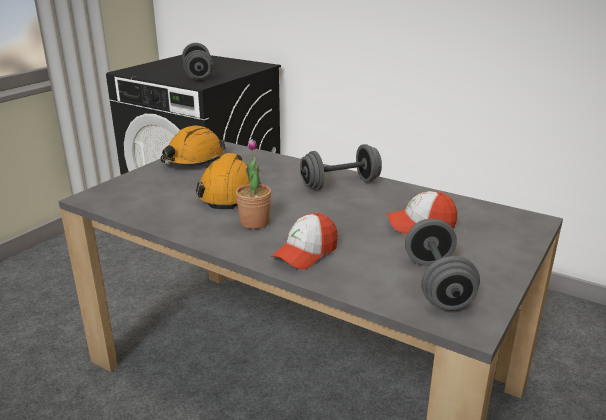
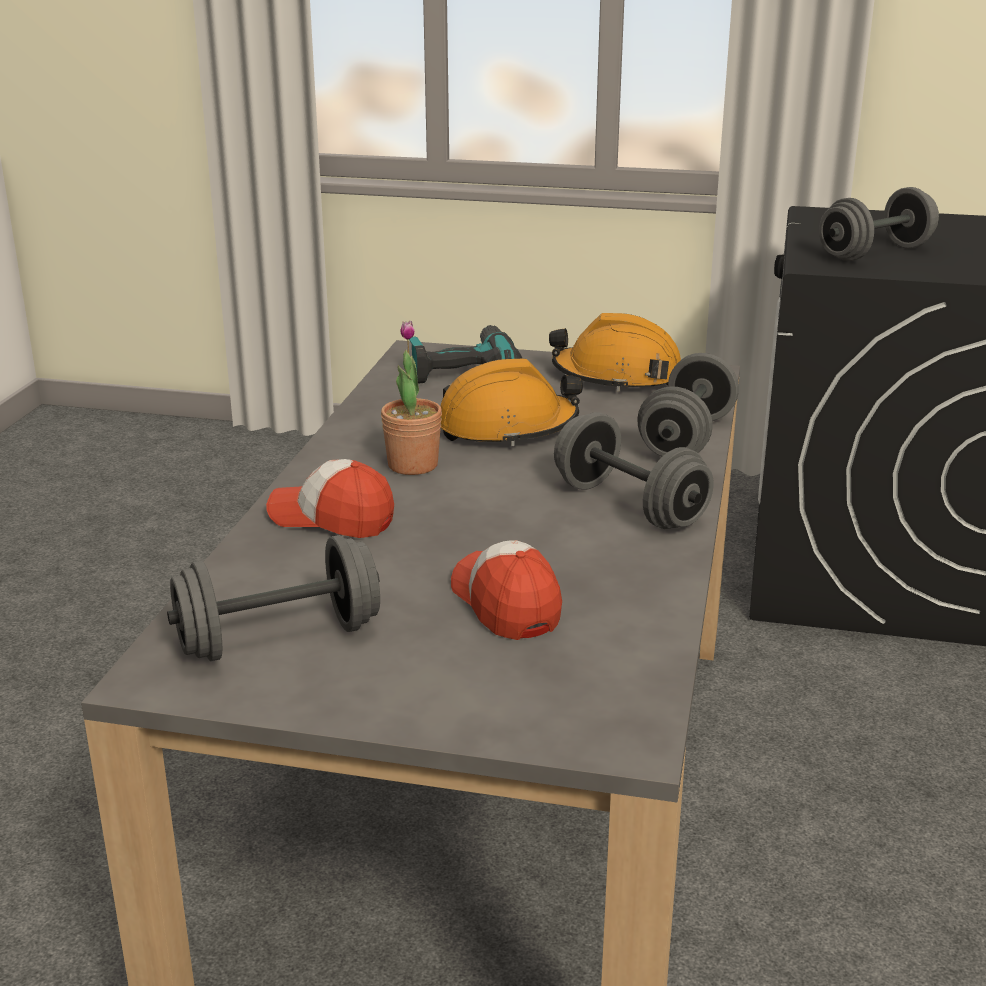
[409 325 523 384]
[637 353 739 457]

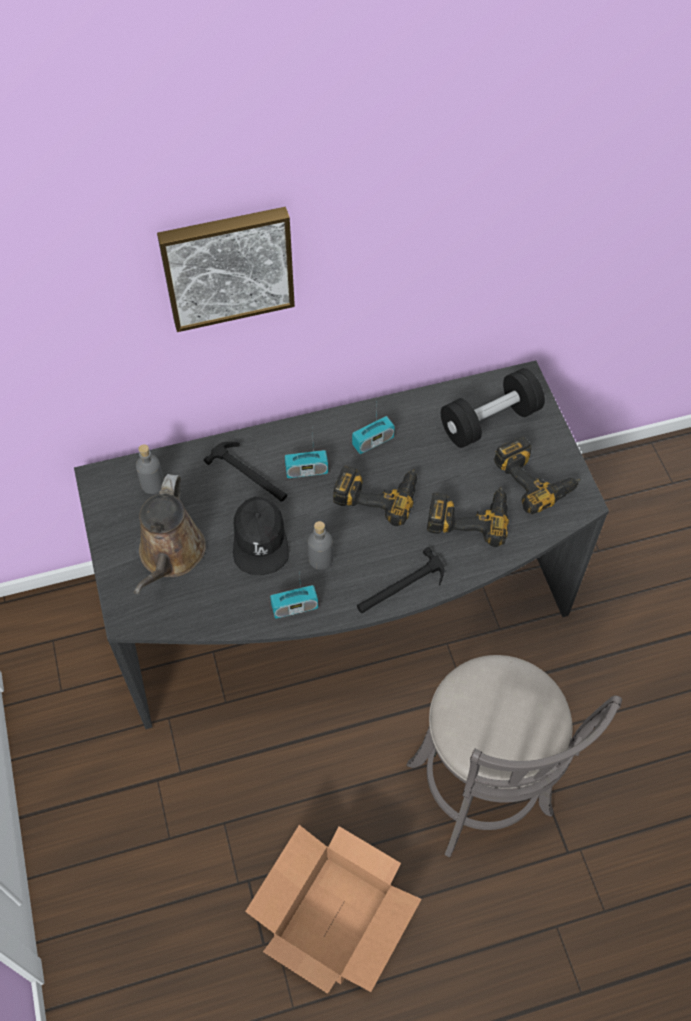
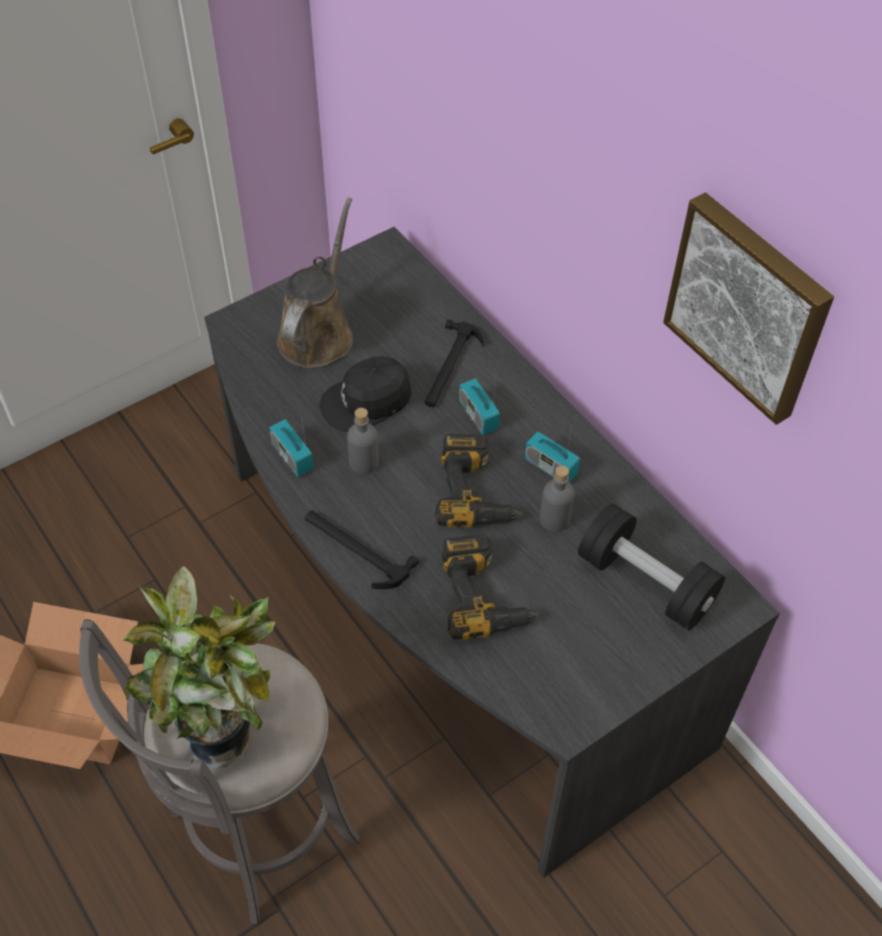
[494 436 581 514] (first image)
[123 566 276 768]
[540 465 575 532]
[663 192 834 425]
[277 198 353 368]

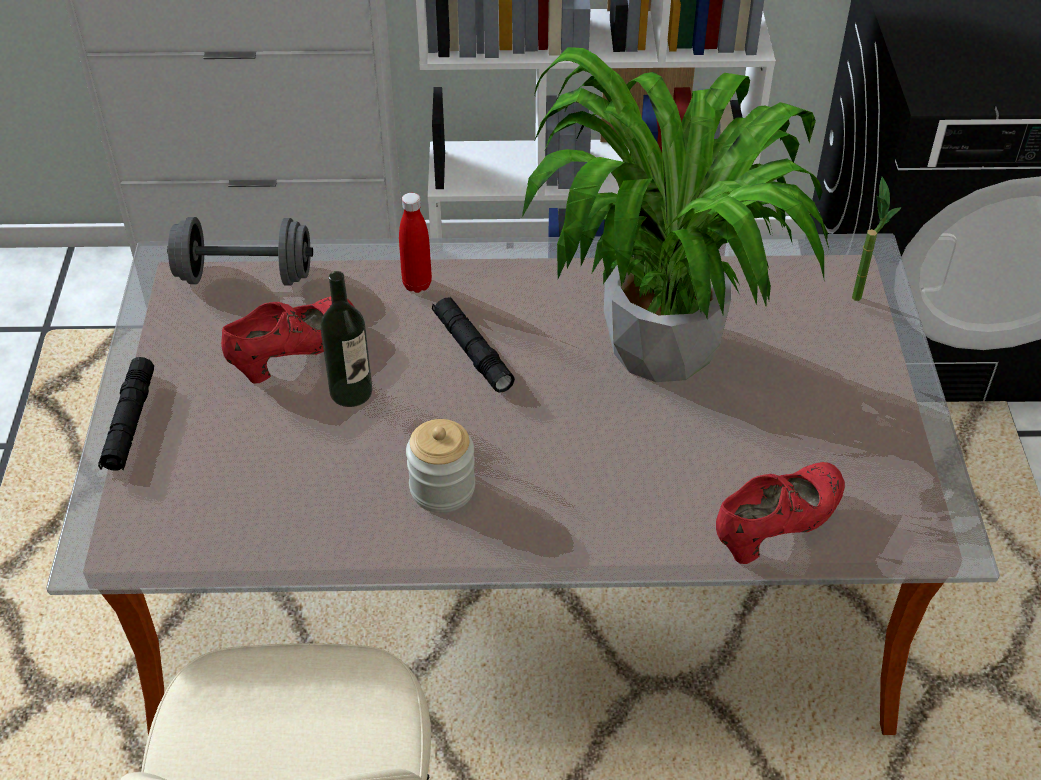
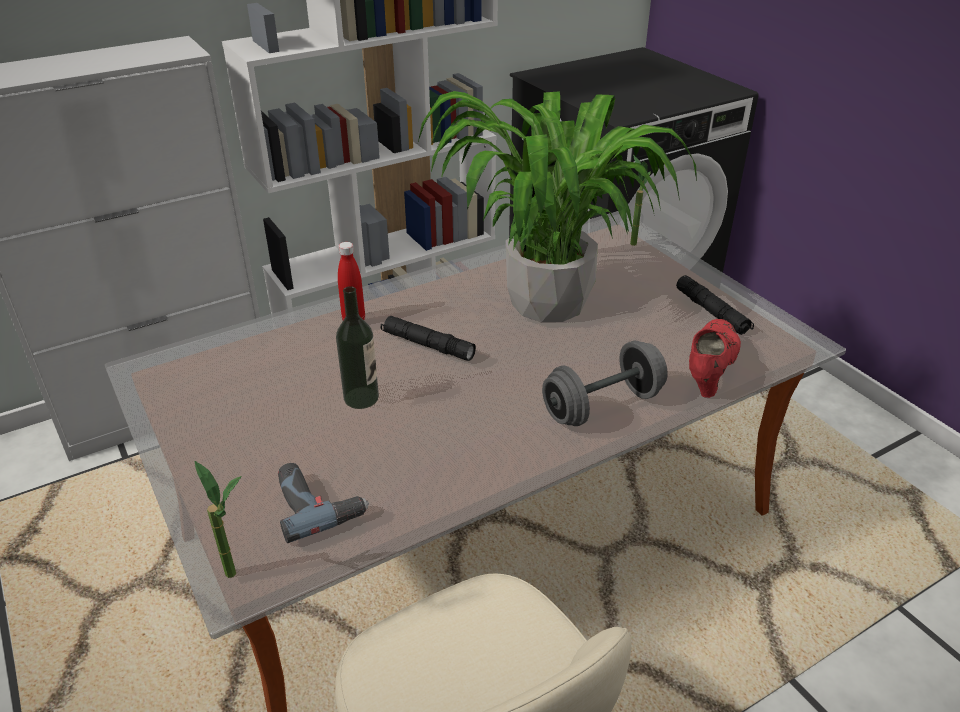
[221 296 354 383] (first image)
[406 419 475 513] (first image)
[194 461 242 578]
[278 463 369 543]
[676 275 754 335]
[542 341 668 426]

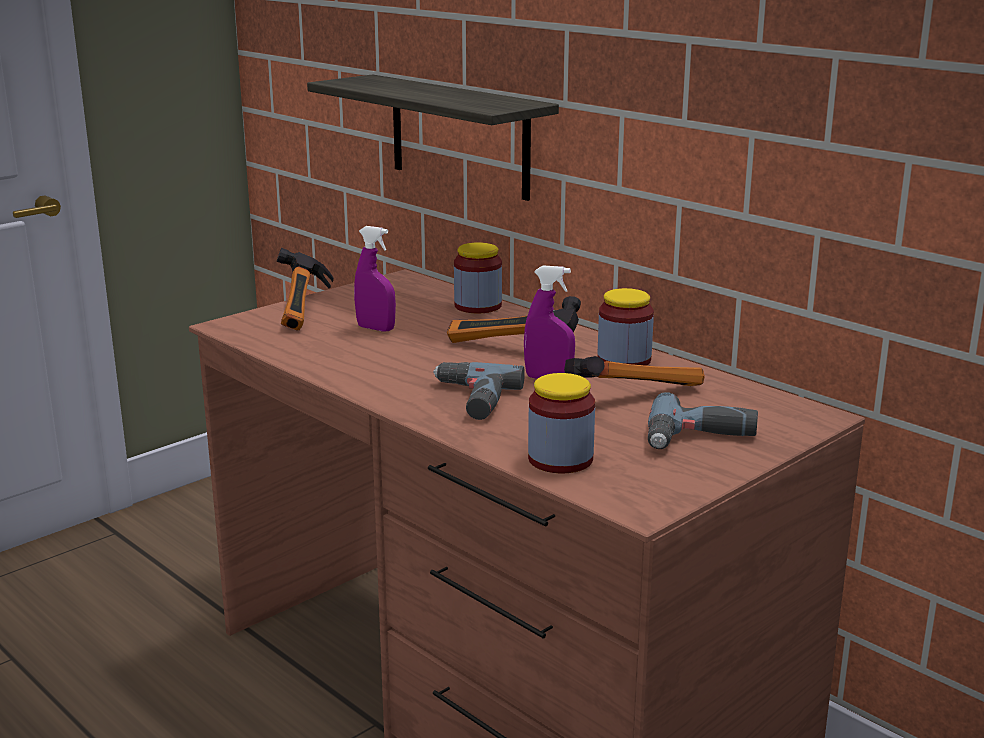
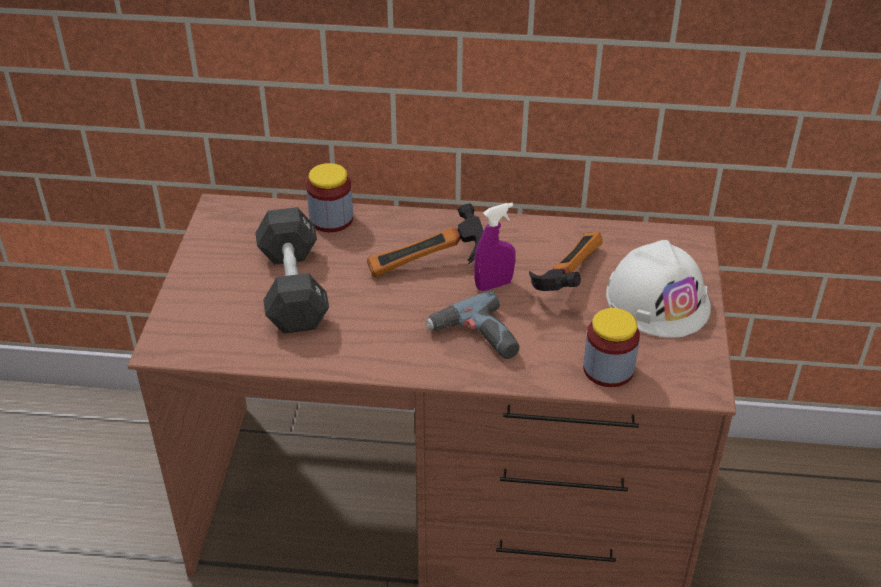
[277 248 334 330] (first image)
[307 74 559 201] (first image)
[598 288 654 366] (first image)
[256 207 329 334]
[606 240 711 338]

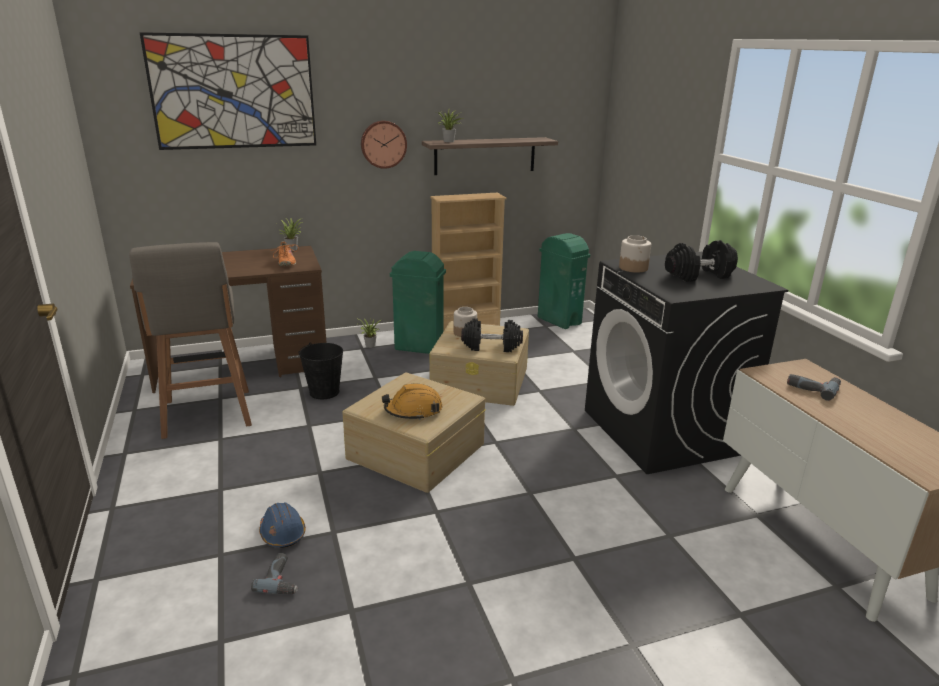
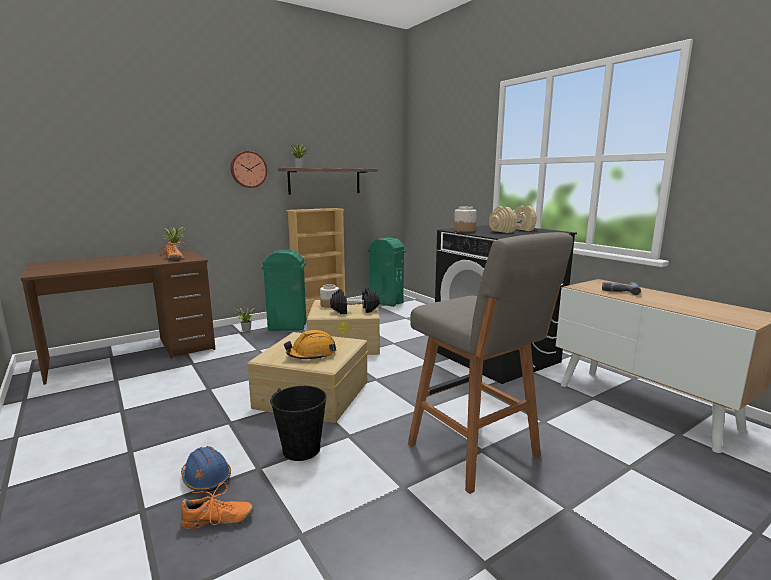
[140 32 316 150] (first image)
[408 232 573 494]
[270 386 327 461]
[180 482 254 529]
[489 205 537 233]

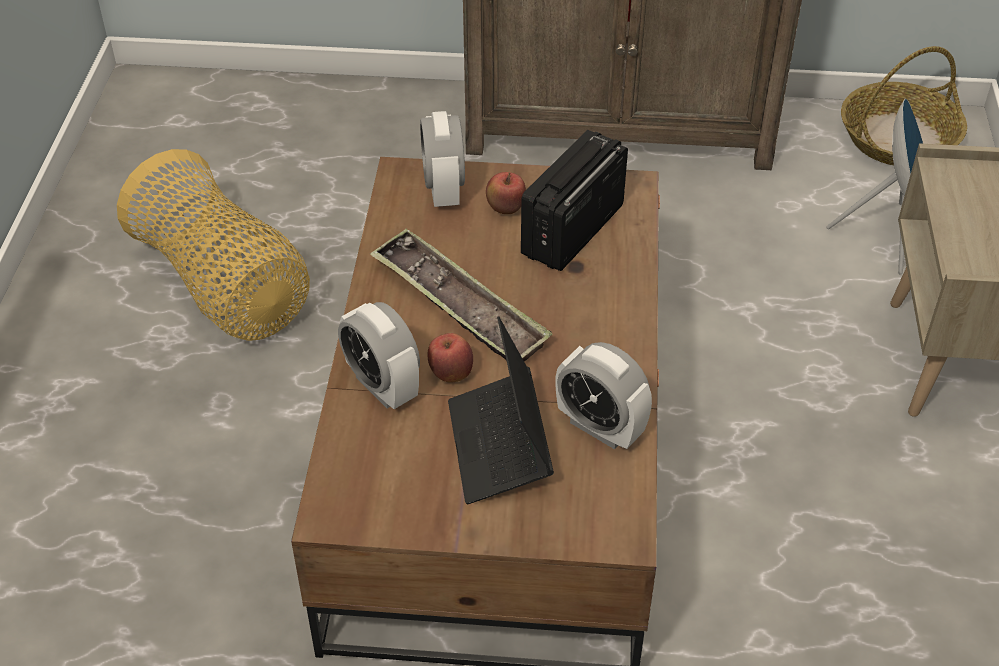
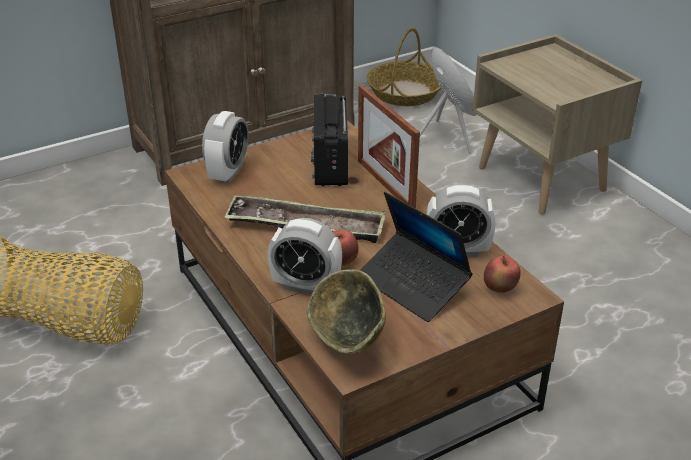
[307 269 386 354]
[358 85 420 208]
[484 256 521 293]
[202 111 249 183]

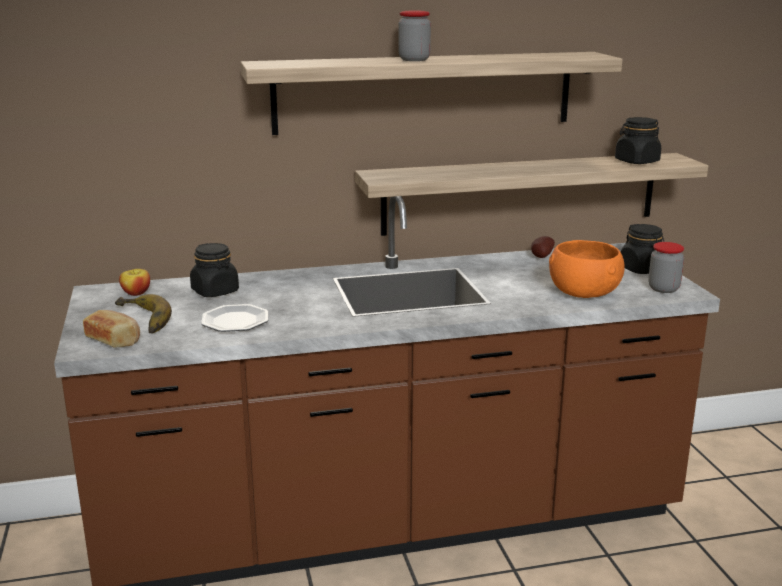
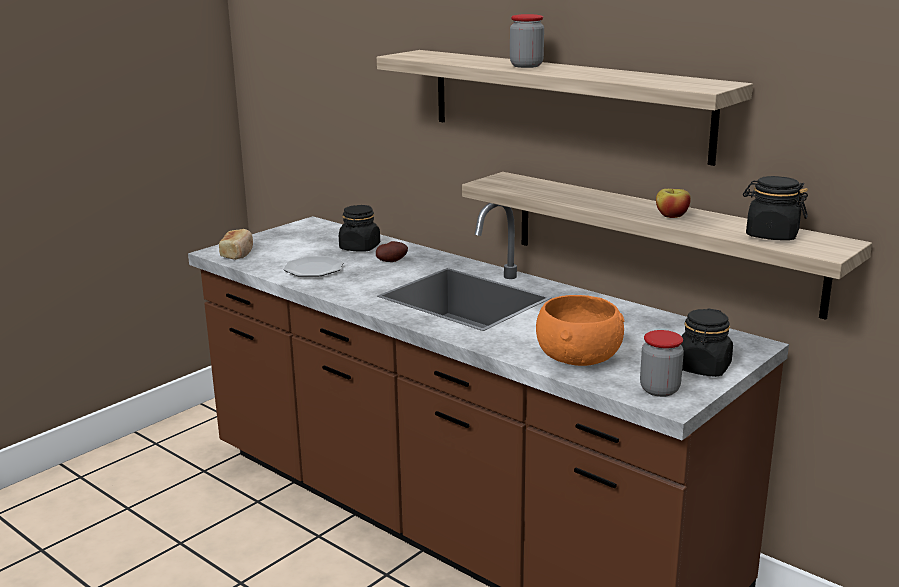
[115 294 172 333] (first image)
[656 189 691 218]
[376 241 408 262]

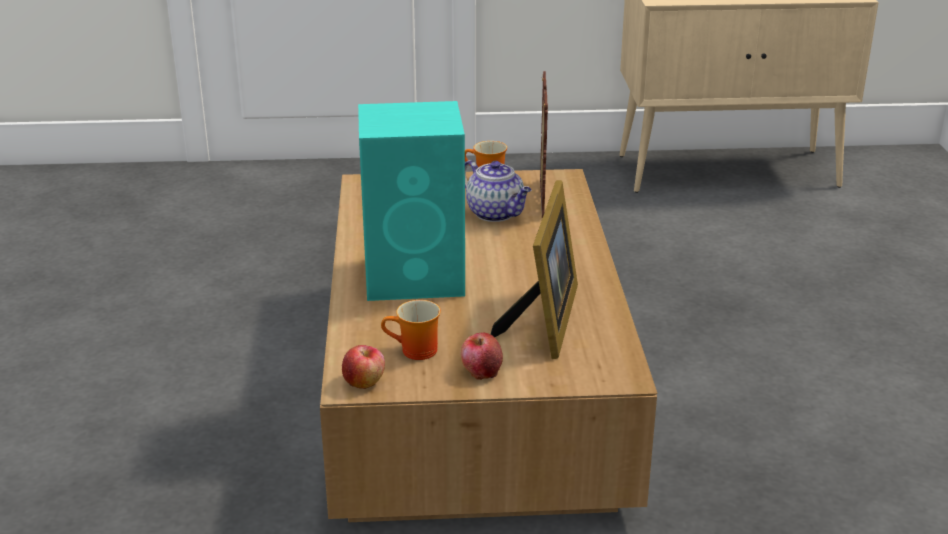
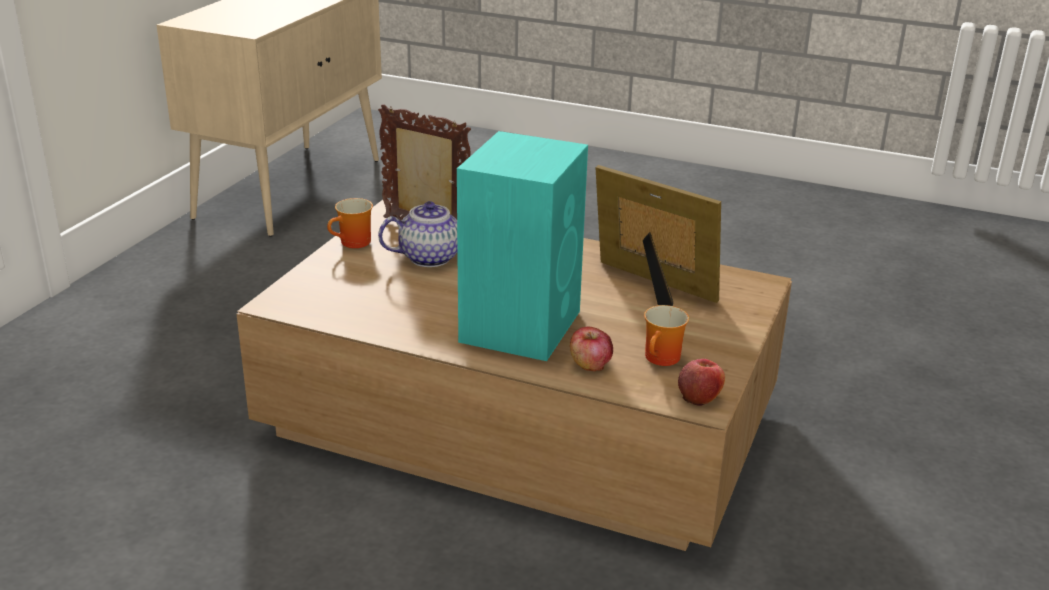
[570 327 613 371]

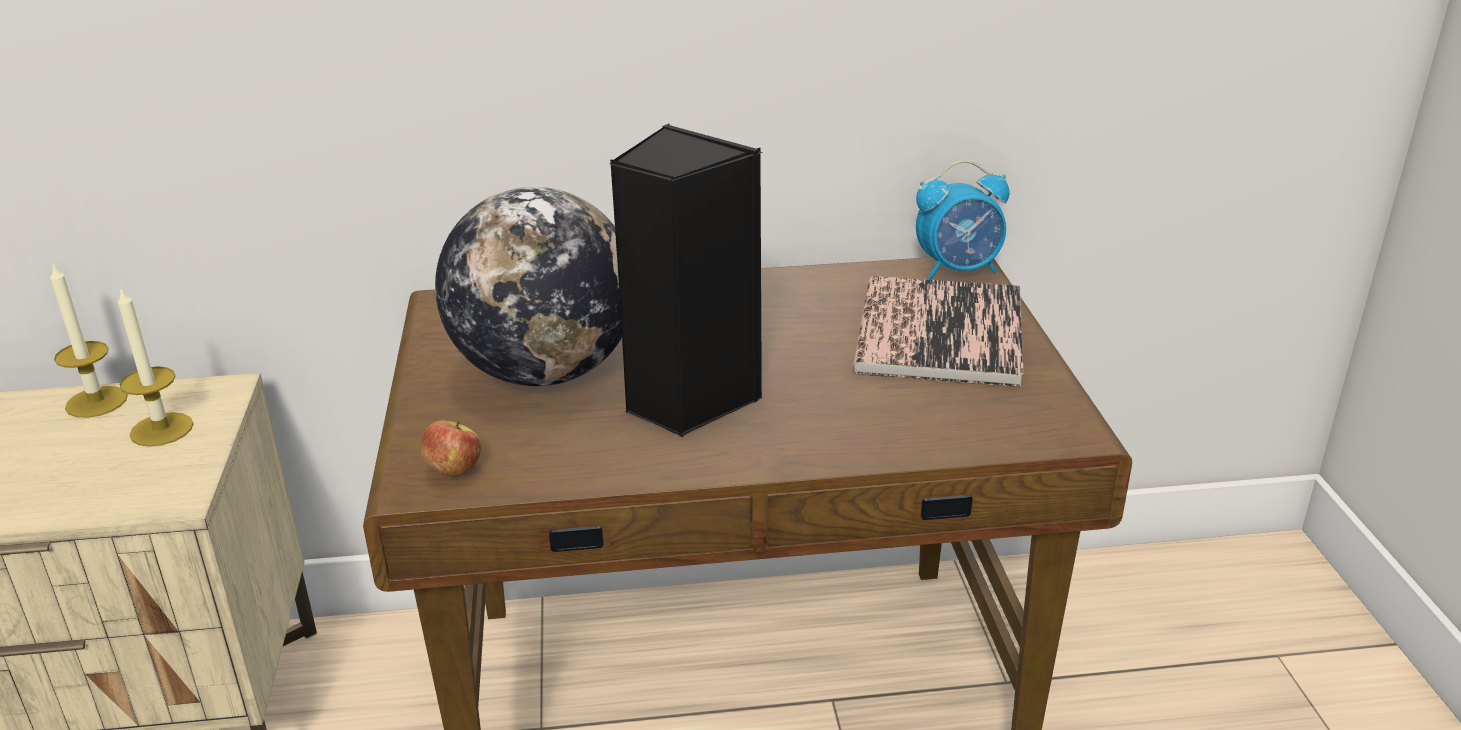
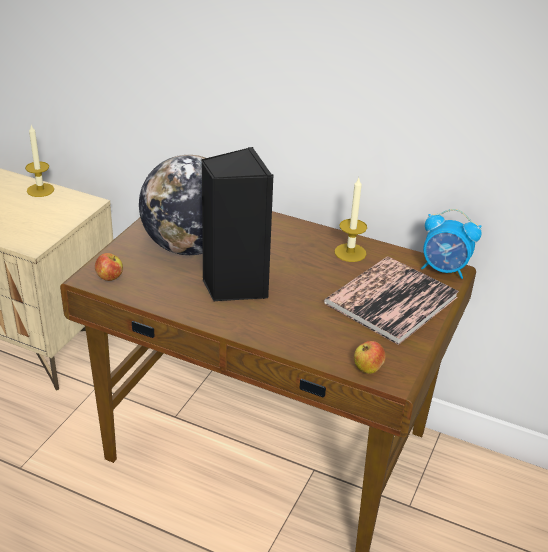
[354 341 386 374]
[334 178 367 262]

